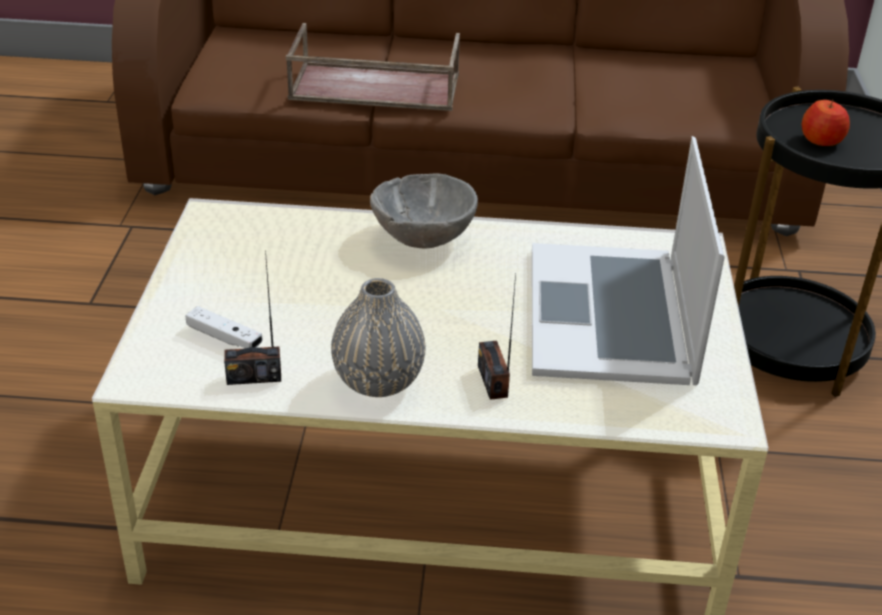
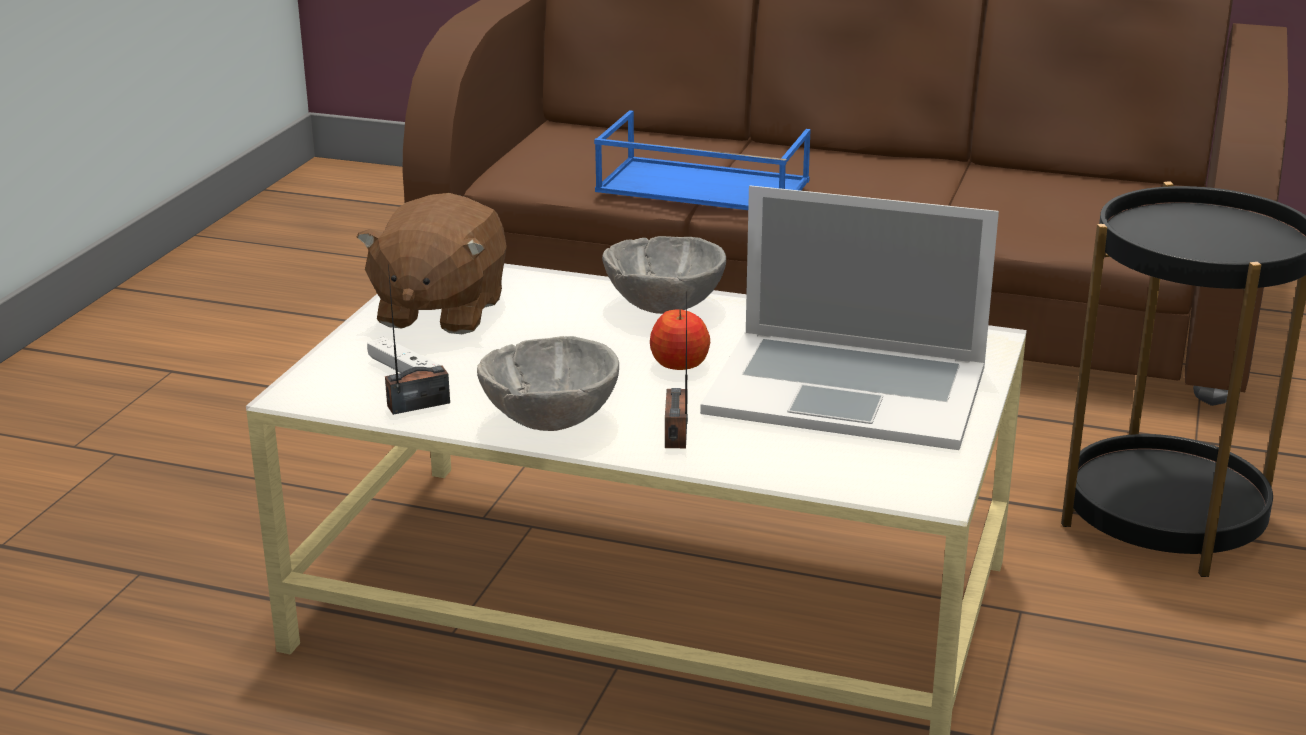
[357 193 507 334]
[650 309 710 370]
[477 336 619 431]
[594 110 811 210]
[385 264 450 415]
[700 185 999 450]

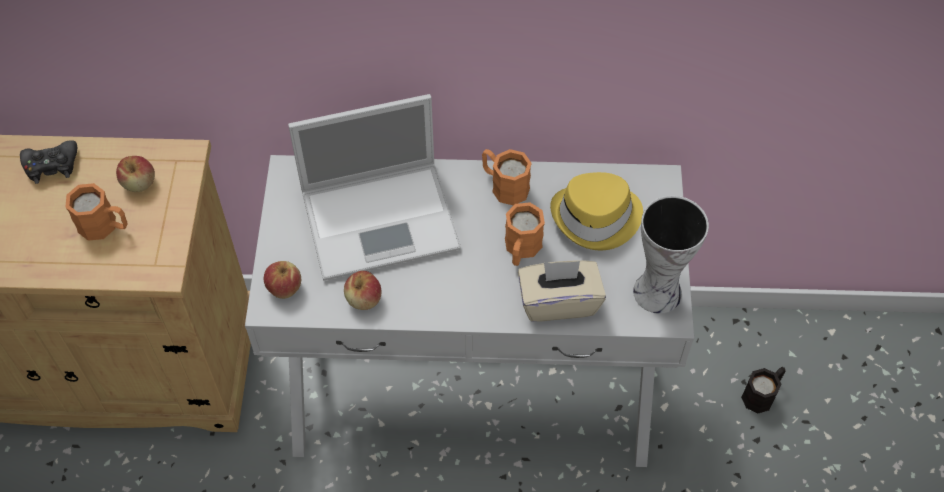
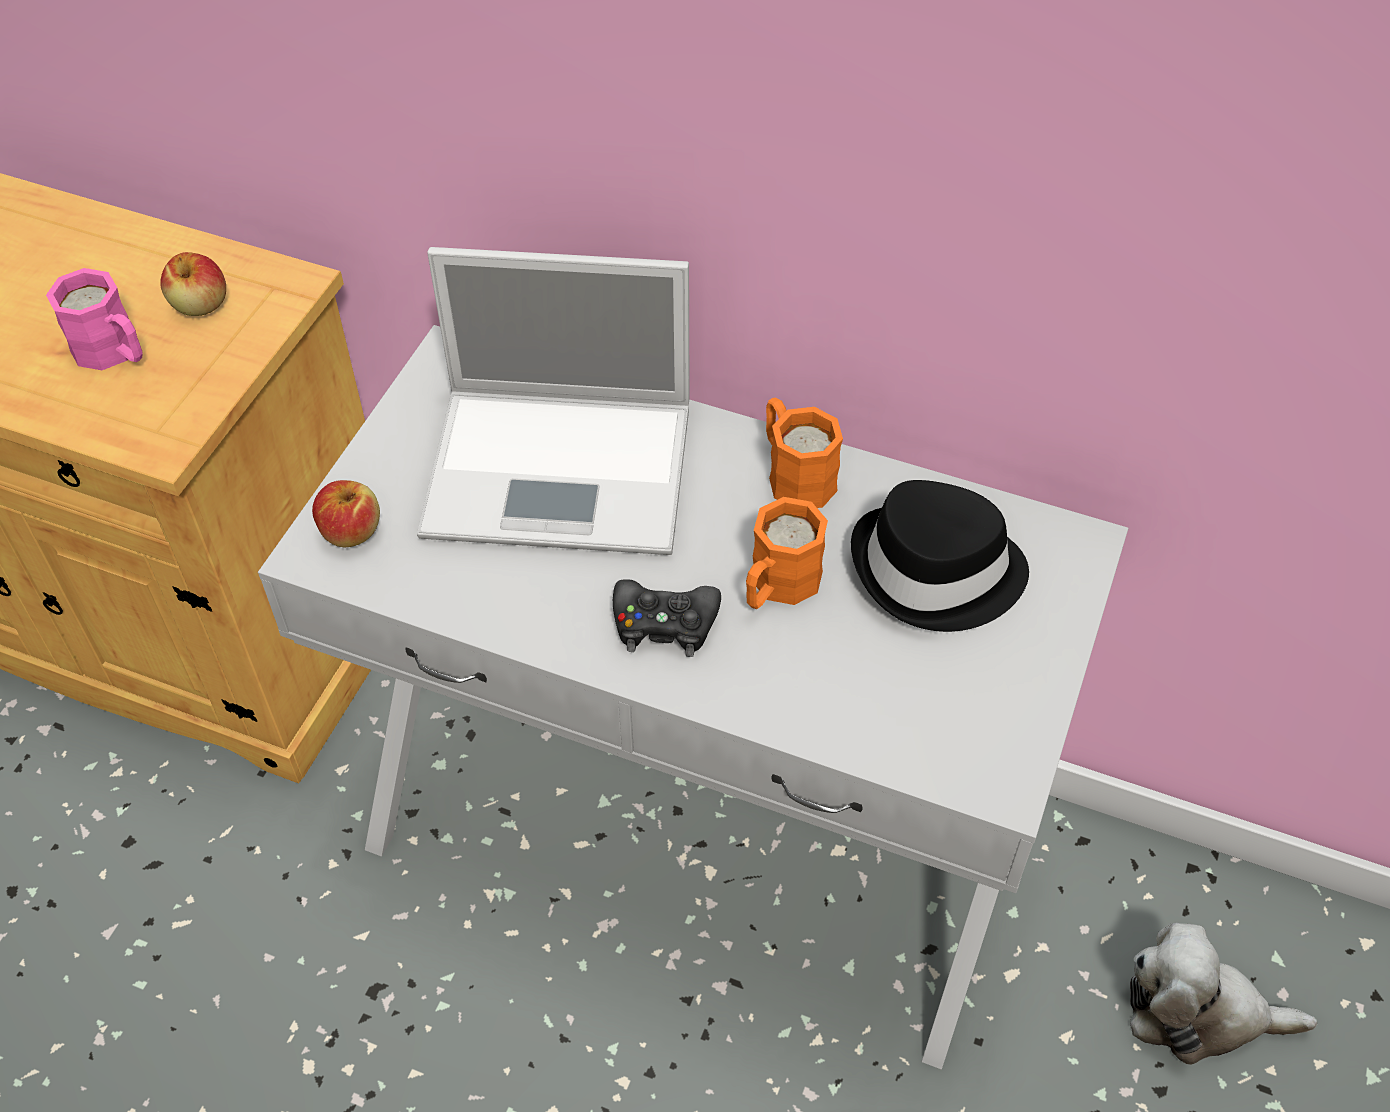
[344 271 381 310] (first image)
[518 260 606 322] (first image)
[633 196 709 314] (first image)
[613 579 721 657]
[1130 923 1317 1065]
[46 268 143 370]
[851 480 1029 632]

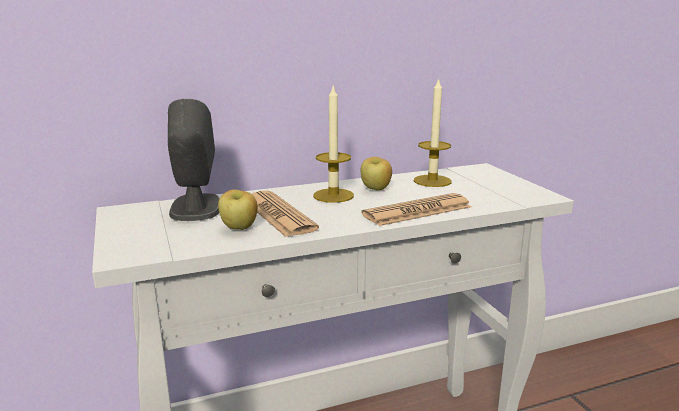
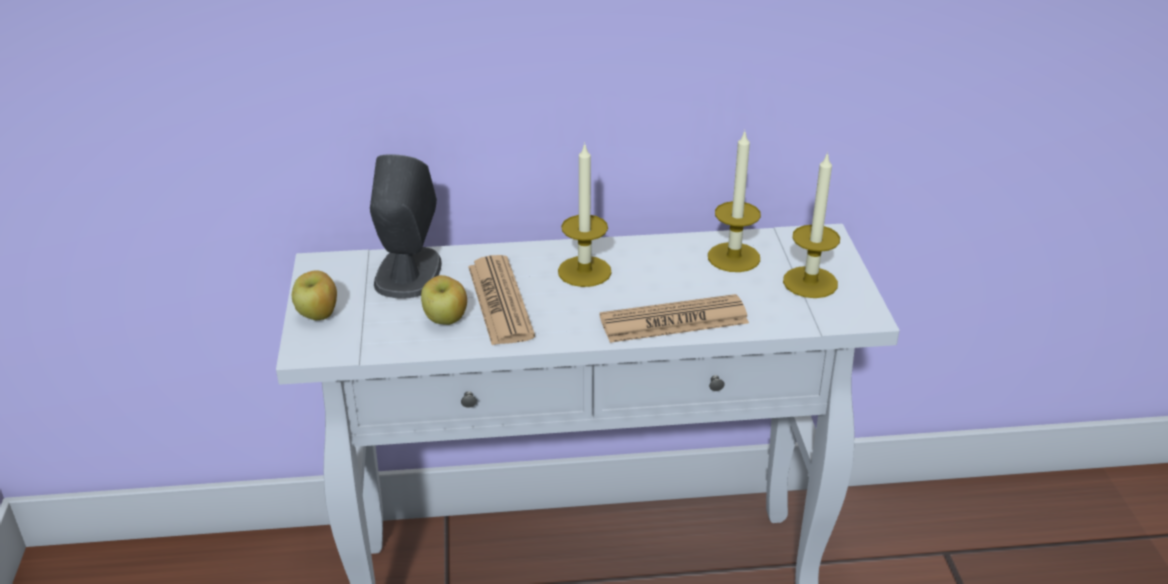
[783 152 840 298]
[292 270 337 320]

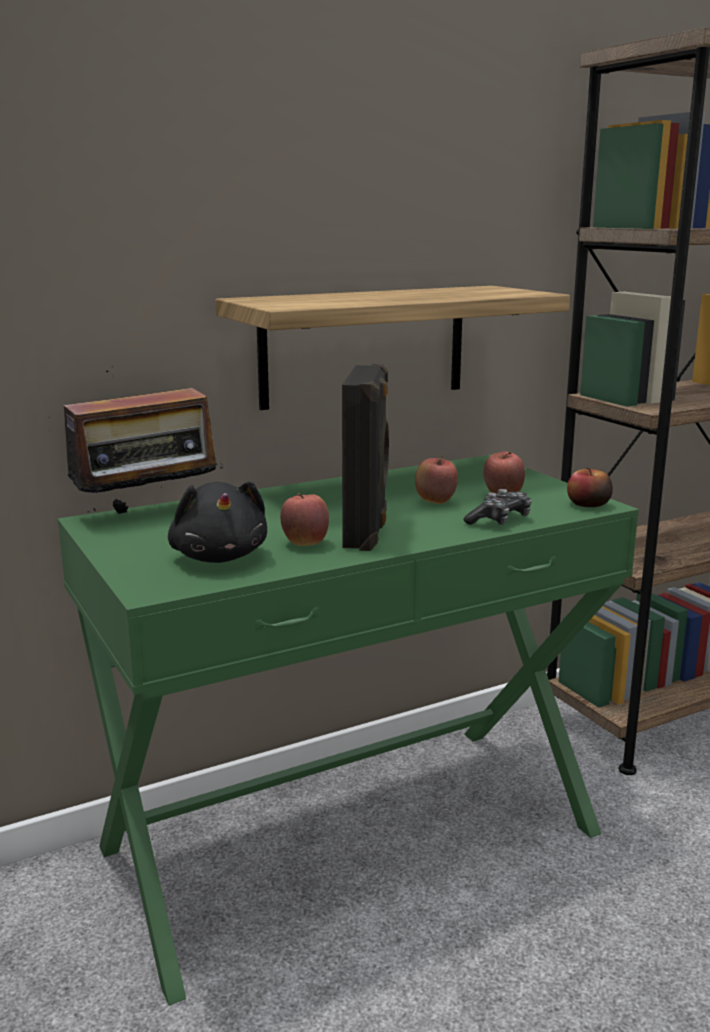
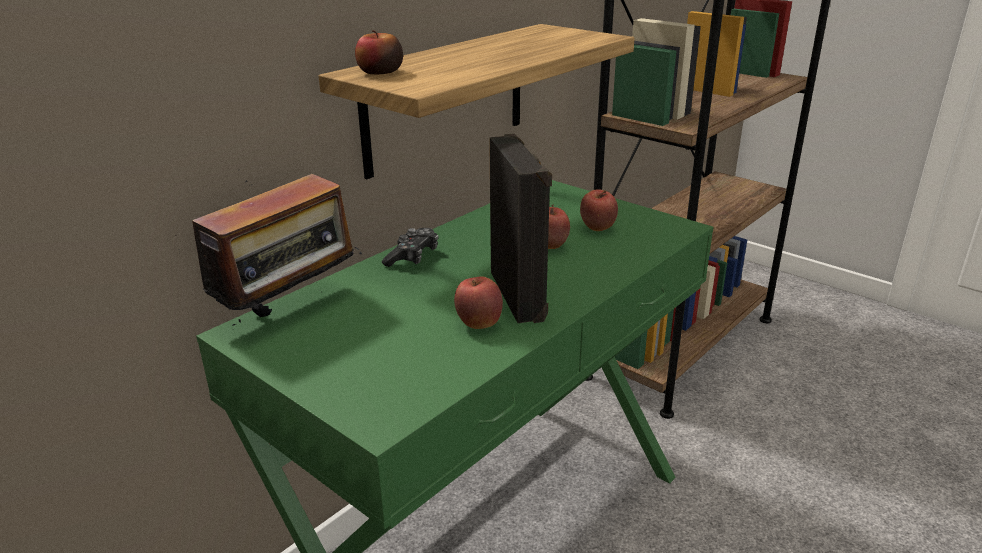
[168 482 267 563] (first image)
[382 228 438 267]
[355 30 403 74]

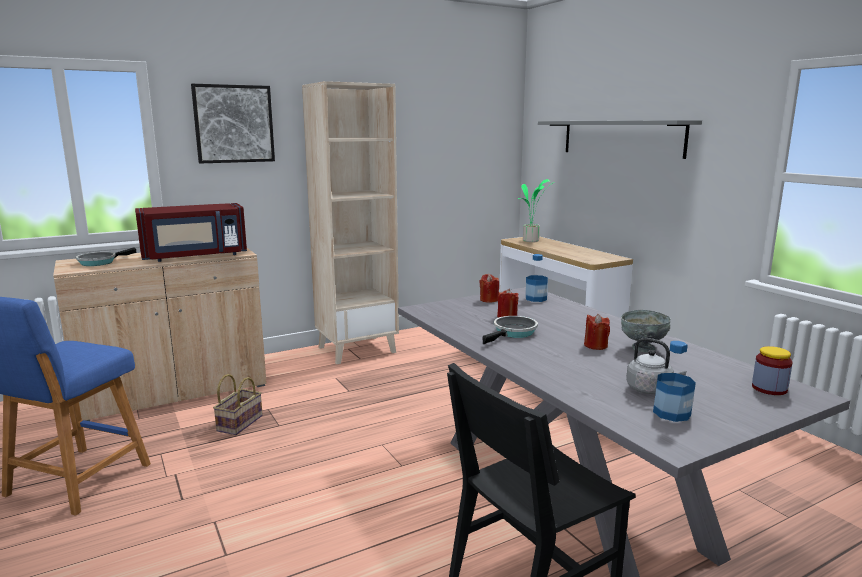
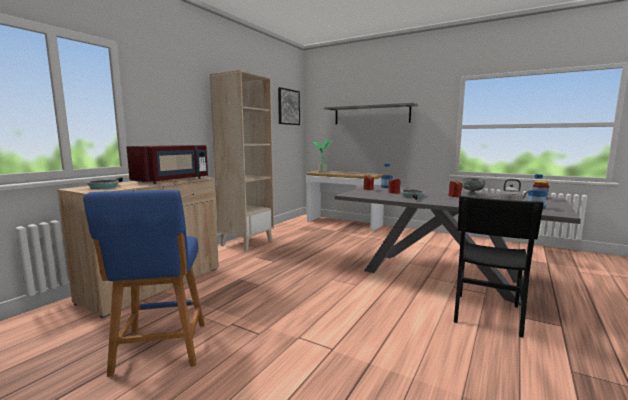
[213 374 263 435] (first image)
[278 87 300 125]

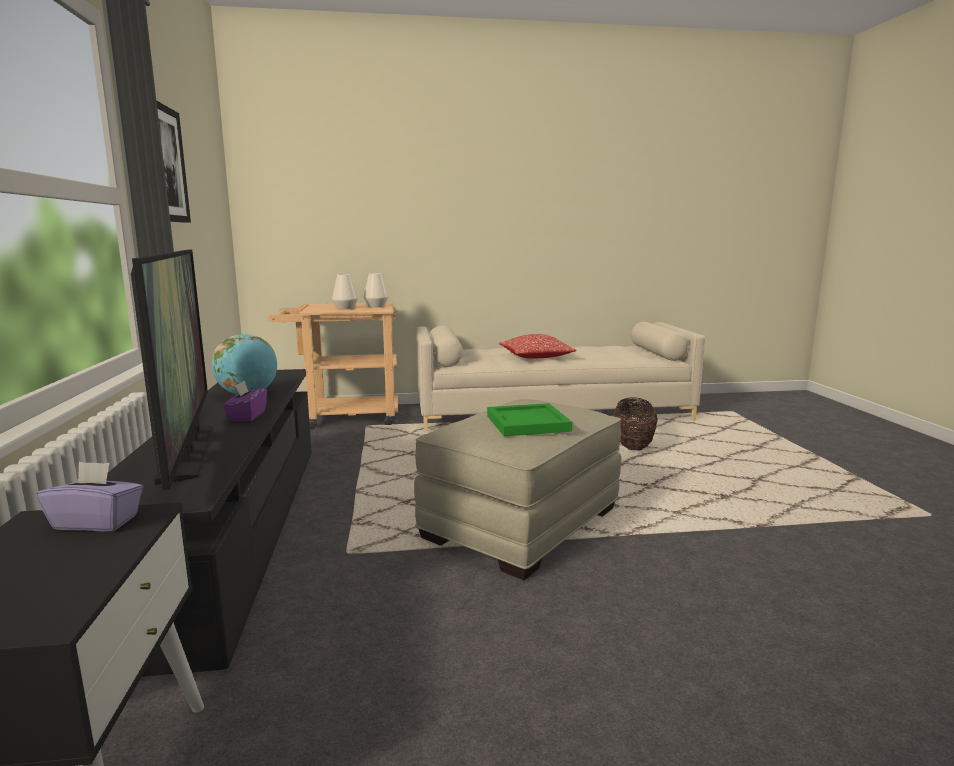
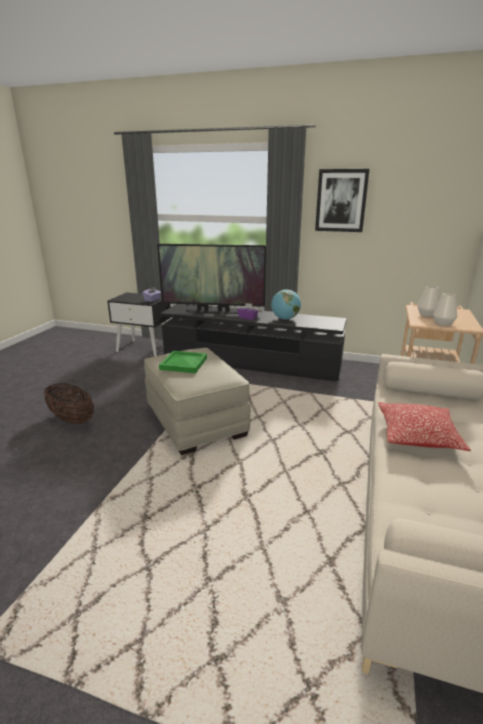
[44 383 94 425]

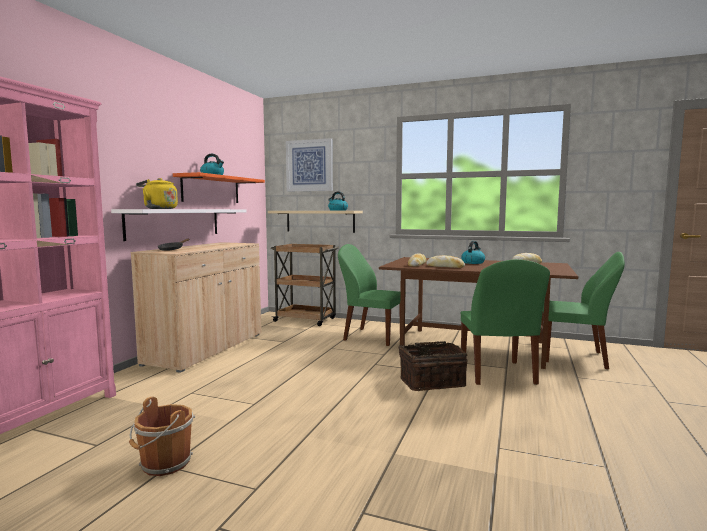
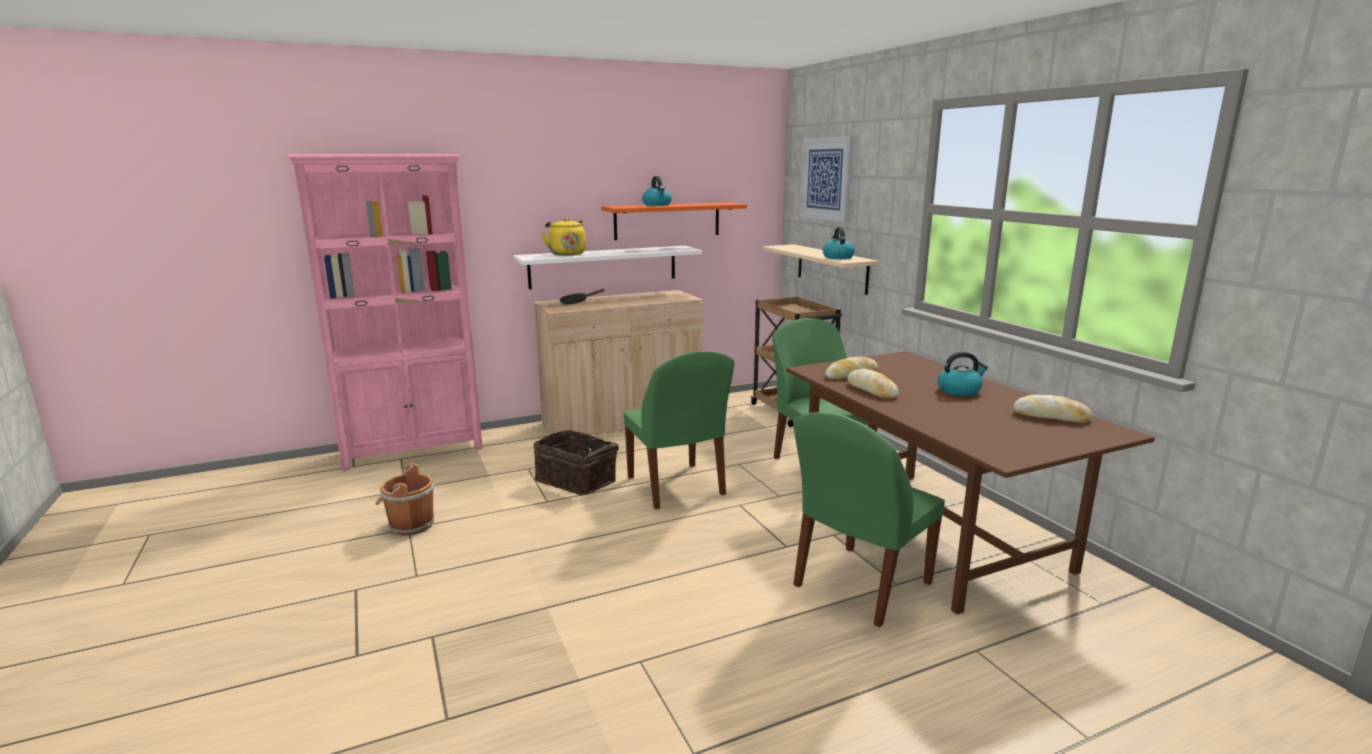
[534 430 619 495]
[623 351 734 509]

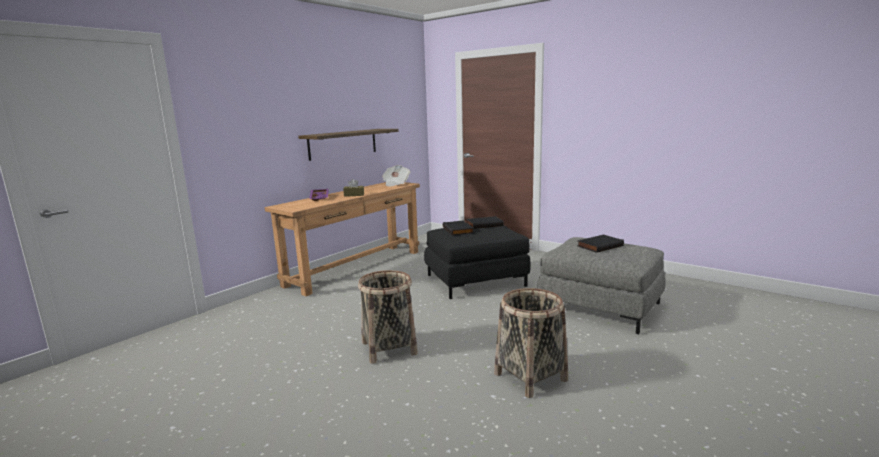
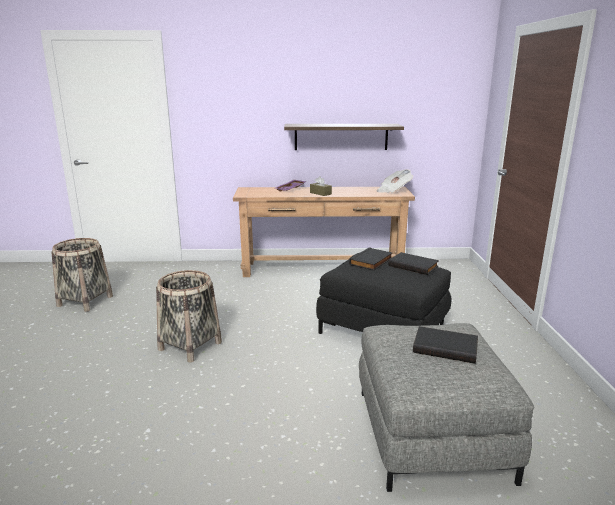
[51 238 113 312]

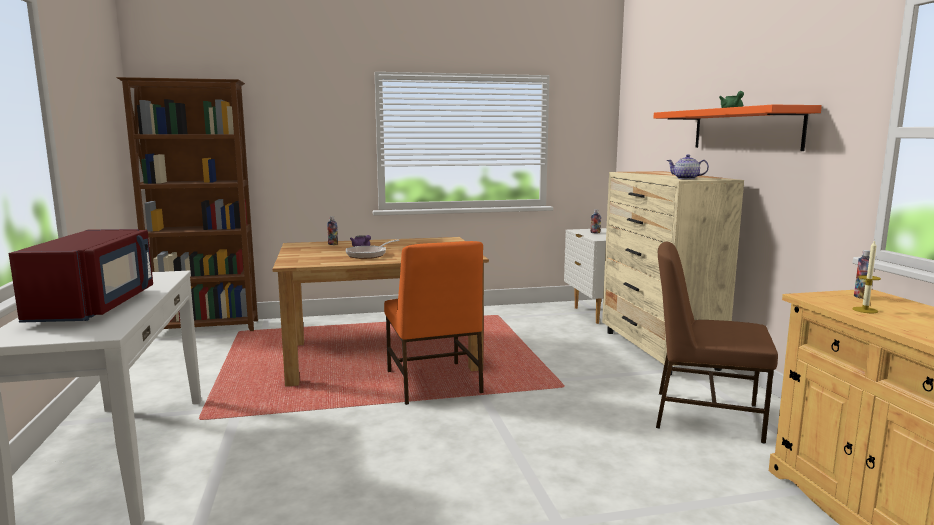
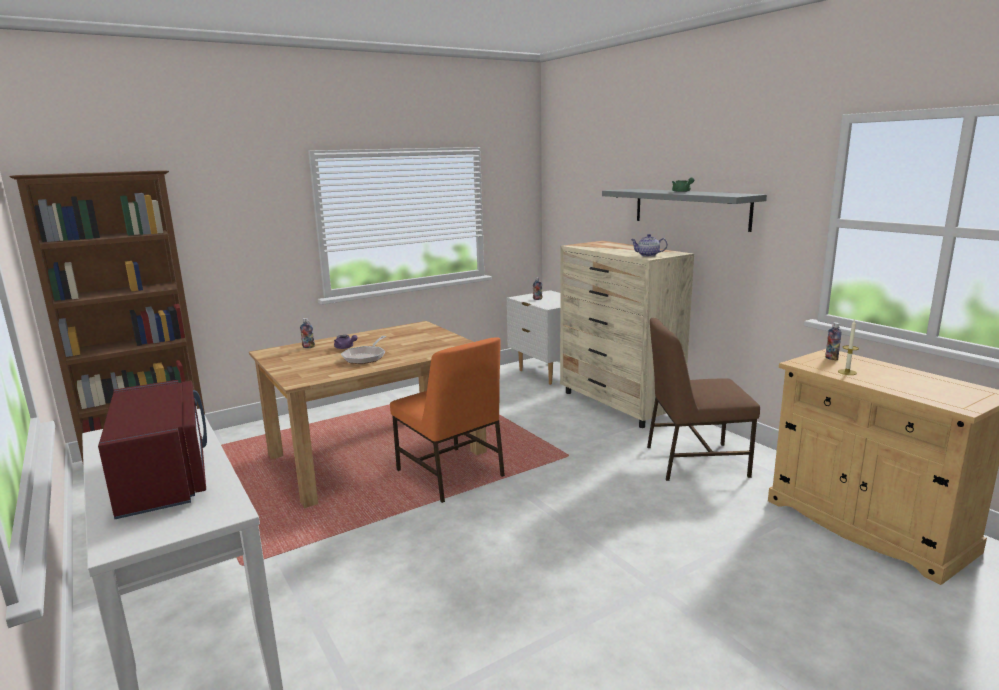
[602 189 767 232]

